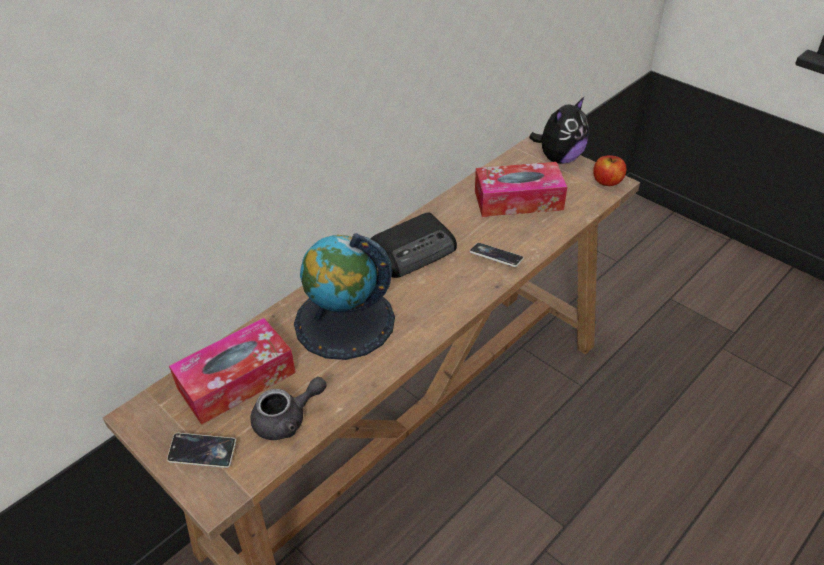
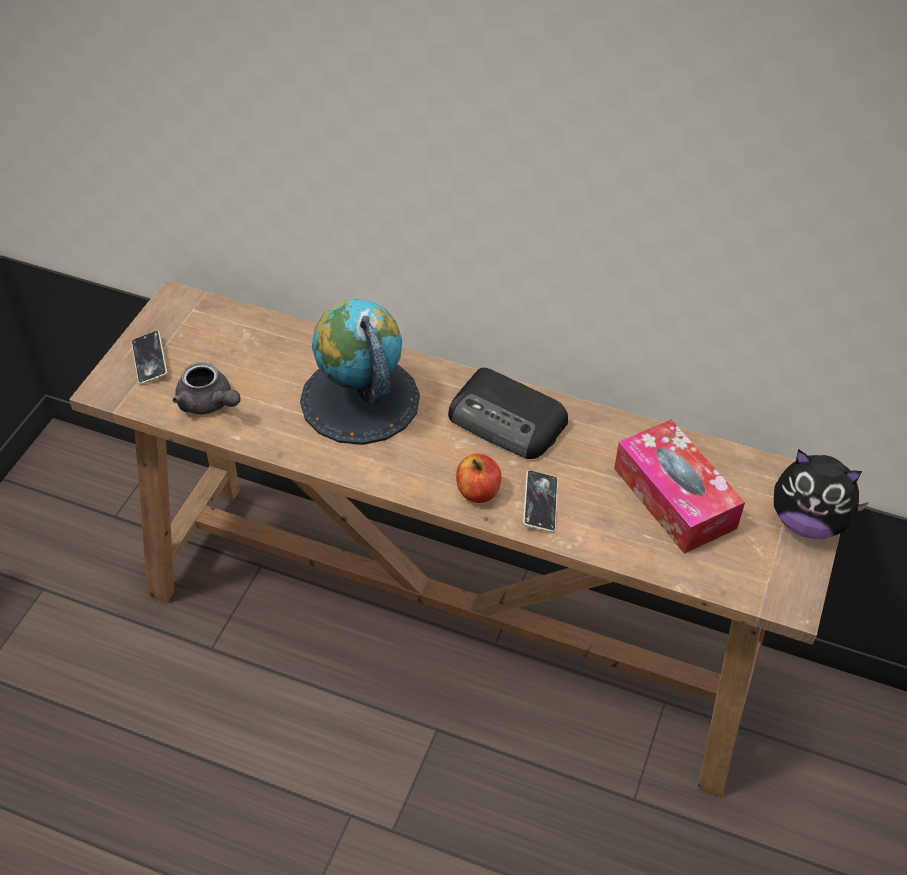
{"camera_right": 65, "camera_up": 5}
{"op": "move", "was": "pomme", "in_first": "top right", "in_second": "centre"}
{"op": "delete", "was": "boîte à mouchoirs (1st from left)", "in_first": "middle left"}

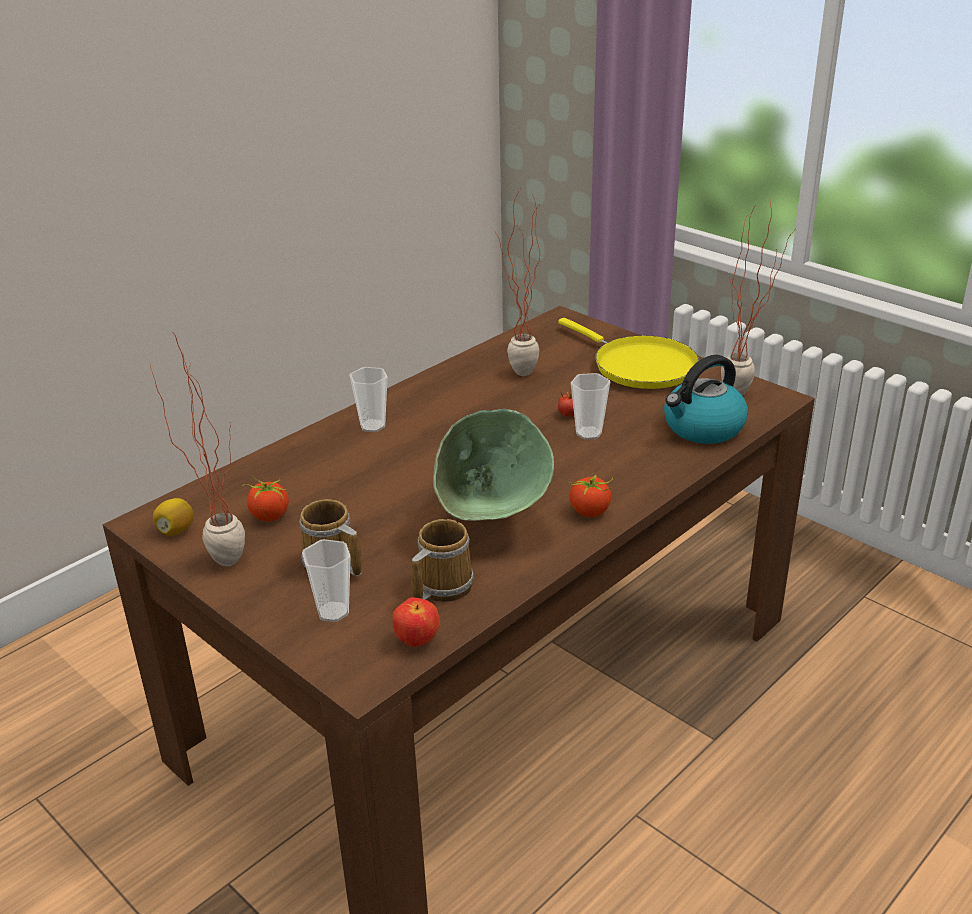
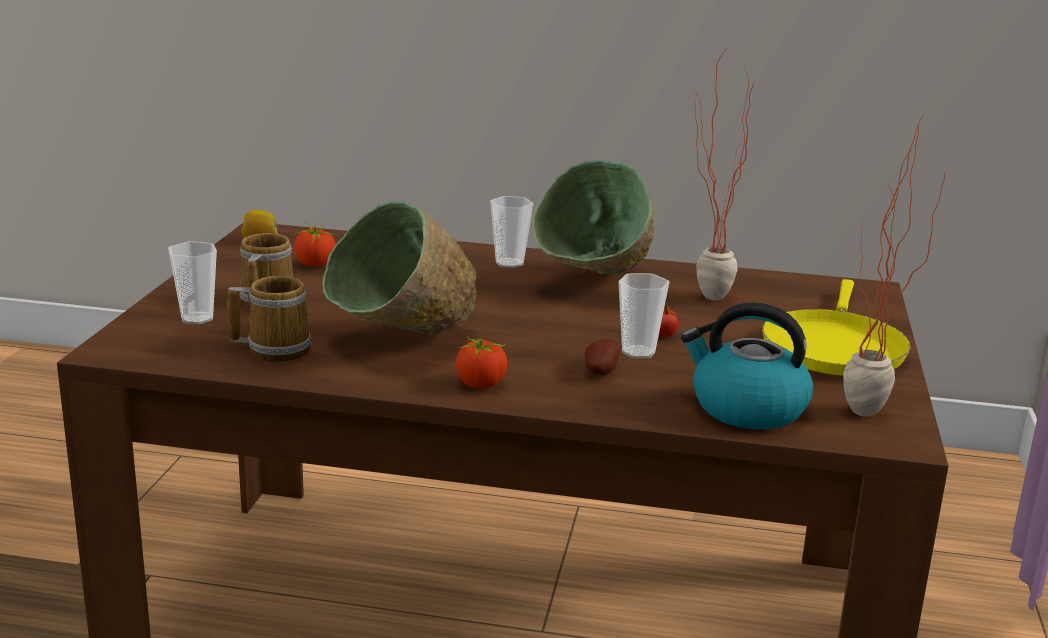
{"camera_right": 55, "camera_up": -10}
{"op": "insert", "now": "bol [vert] (2nd from left)", "in_second": "centre"}
{"op": "insert", "now": "pomme de terre", "in_second": "centre"}
{"op": "delete", "was": "plante en pot (1st from left)", "in_first": "middle left"}
{"op": "delete", "was": "pomme", "in_first": "bottom centre"}

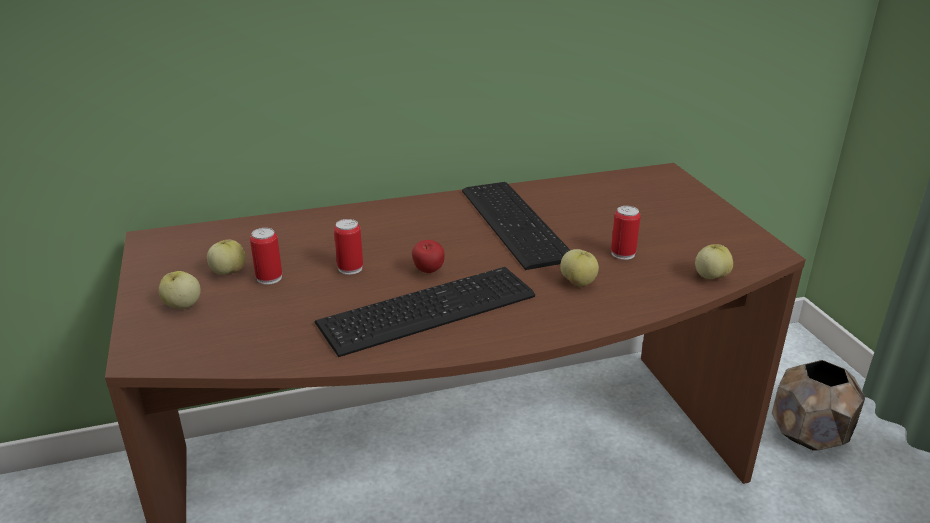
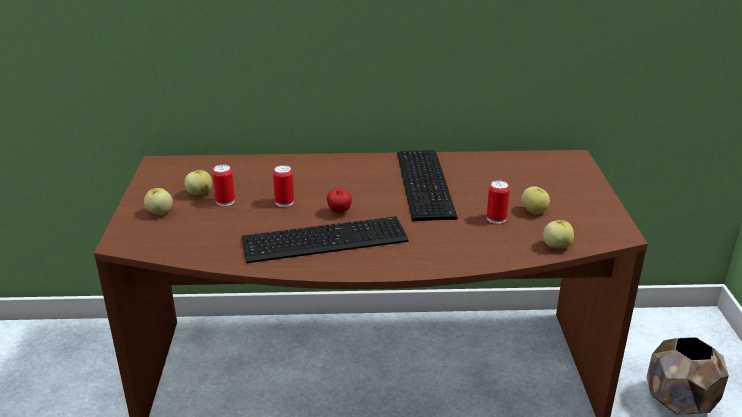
{"camera_right": 15, "camera_up": 0}
{"op": "move", "was": "pomme (4th from left)", "in_first": "centre", "in_second": "middle right"}

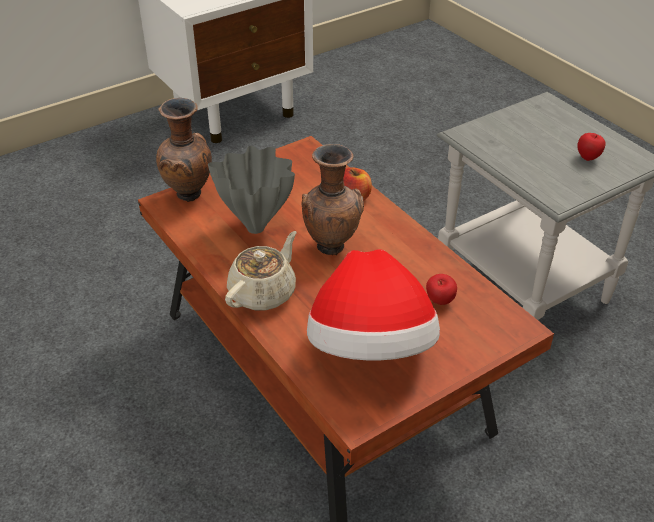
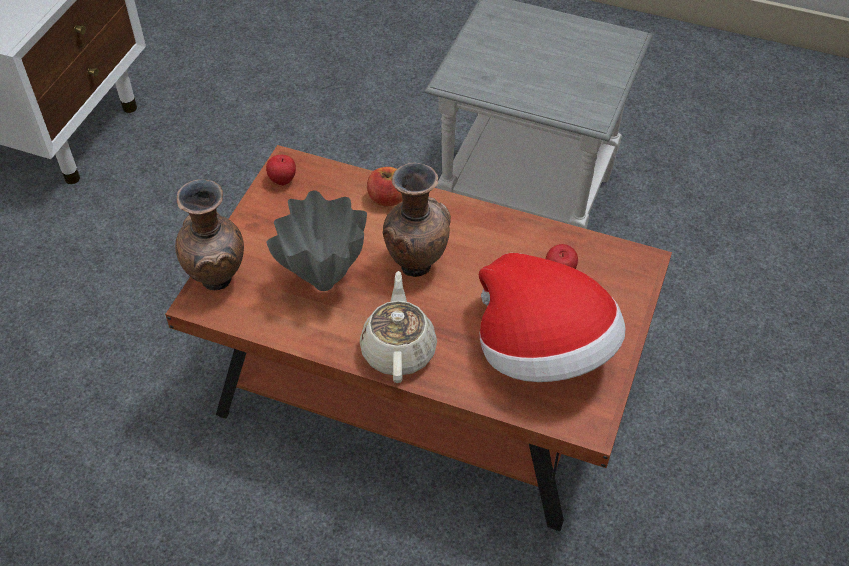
{"camera_right": -35, "camera_up": 10}
{"op": "move", "was": "pomme (3rd from left in the first image)", "now": "pomme (1st from left)", "in_first": "top right", "in_second": "top left"}

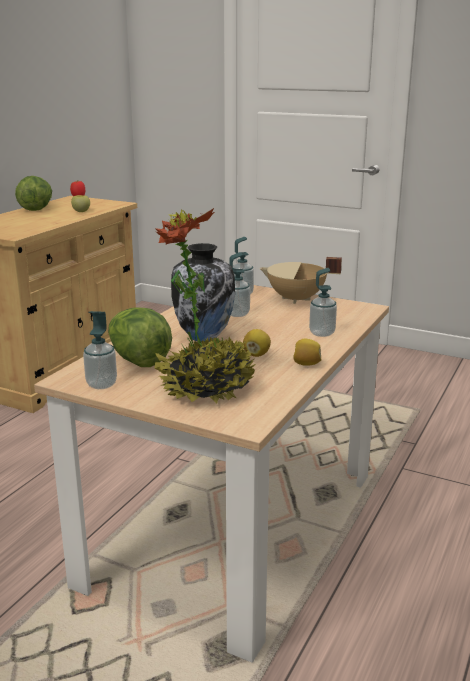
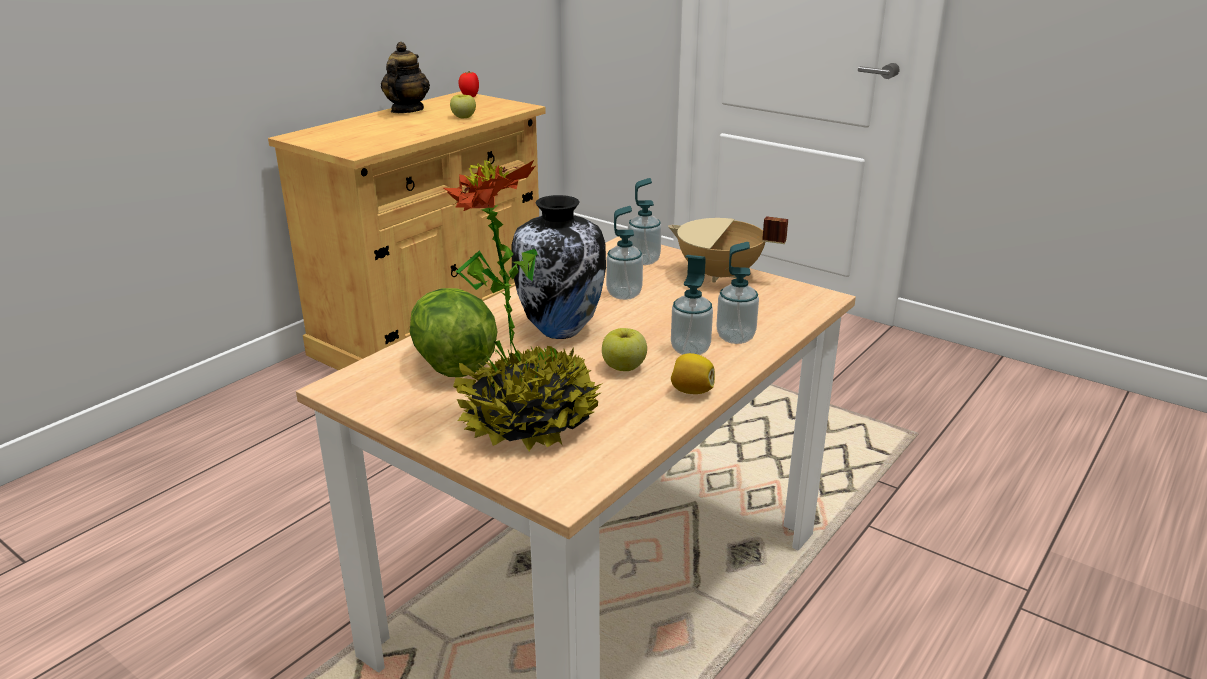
{"camera_right": 10, "camera_up": 5}
{"op": "replace", "was": "laitue (1st from left)", "now": "théière", "in_first": "top left", "in_second": "top centre"}
{"op": "replace", "was": "citron (1st from left)", "now": "pomme (2nd from left)", "in_first": "centre", "in_second": "centre"}
{"op": "move", "was": "distributeur de savon (1st from left in the first image)", "now": "distributeur de savon (3rd from left)", "in_first": "middle left", "in_second": "centre"}

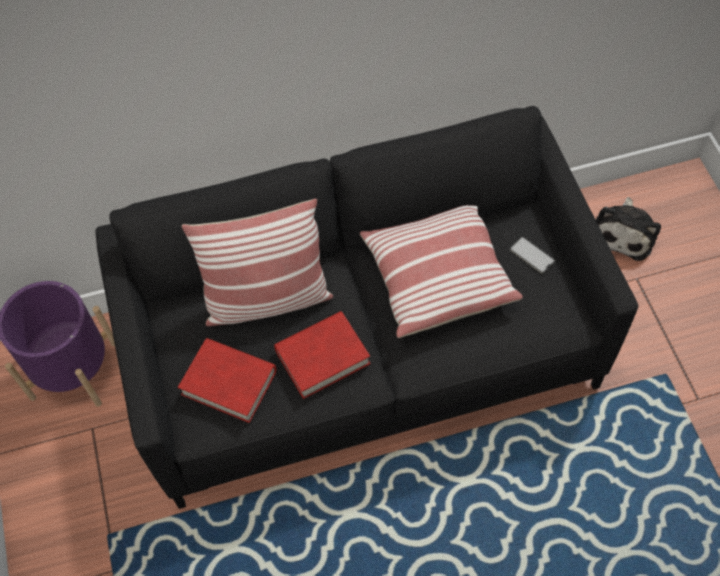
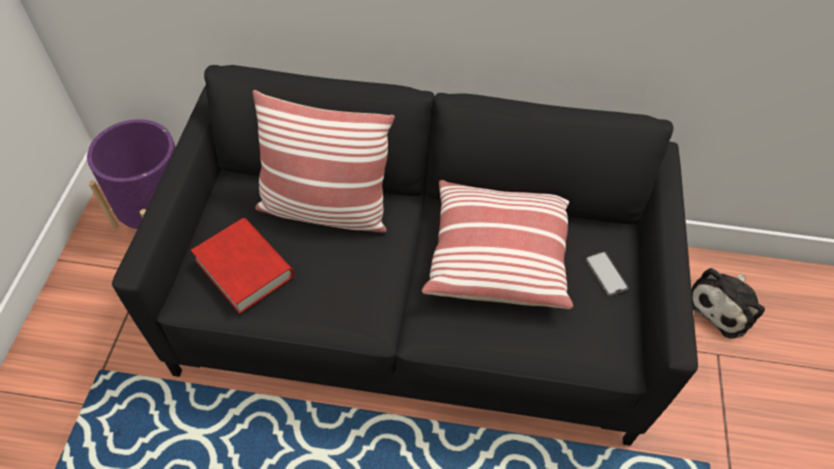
{"camera_right": 20, "camera_up": -5}
{"op": "delete", "was": "livre [rouge] (2nd from left)", "in_first": "centre"}

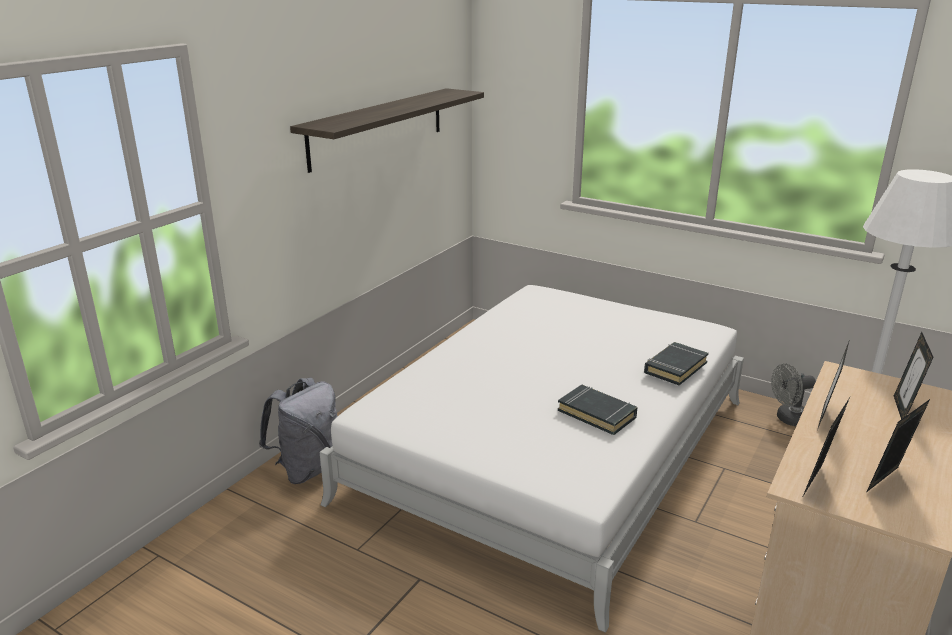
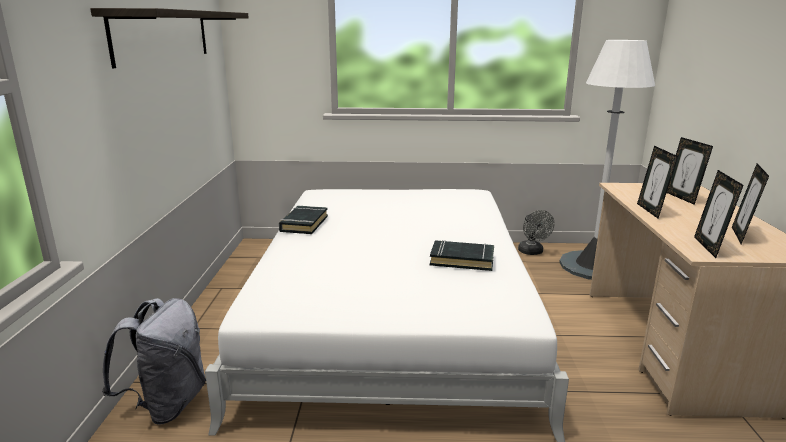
{"camera_right": -30, "camera_up": -5}
{"op": "move", "was": "livre [noir] (2nd from left in the first image)", "now": "livre [noir] (1st from left)", "in_first": "middle right", "in_second": "centre"}
{"op": "rotate", "was": "ventilateur [gris]", "in_first": "middle right", "in_second": "middle right", "clockwise": -60}

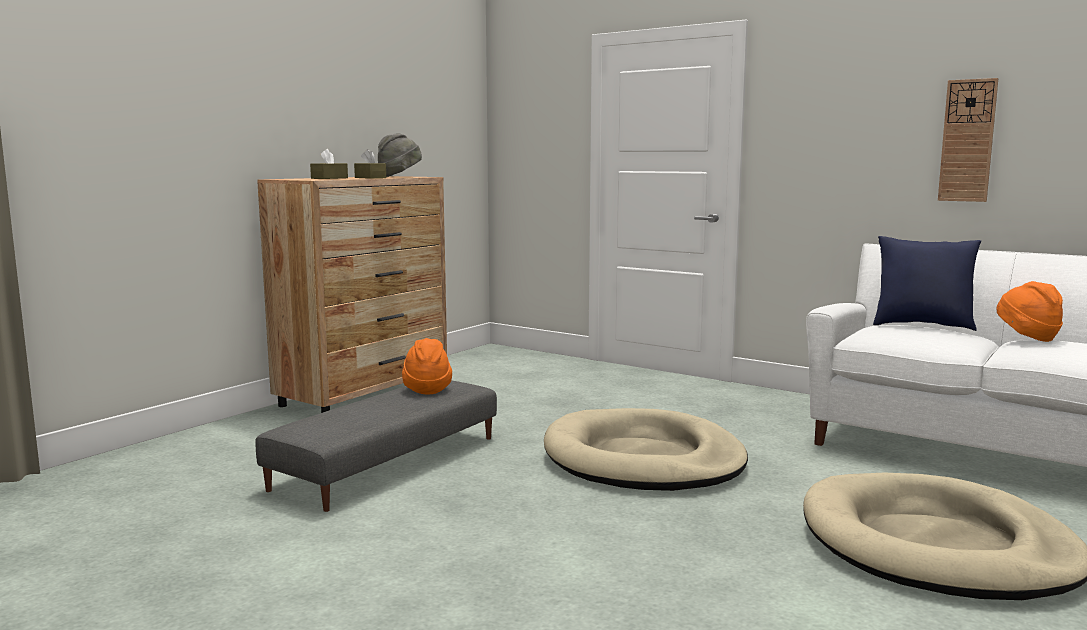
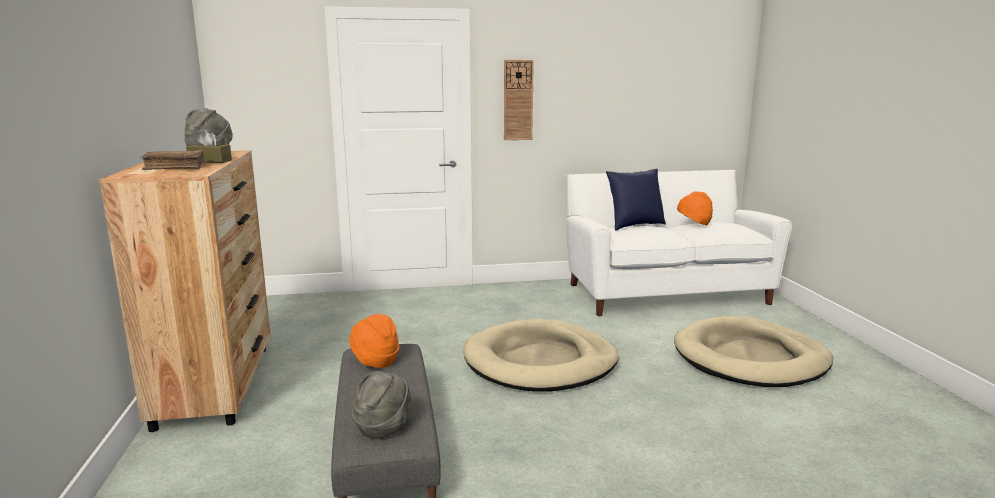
{"camera_right": -45, "camera_up": 5}
{"op": "replace", "was": "boîte à mouchoirs [marron] (1st from left)", "now": "livre [marron]", "in_first": "top left", "in_second": "top left"}
{"op": "insert", "now": "chapeau [gris] (2nd from left)", "in_second": "bottom centre"}
{"op": "move", "was": "horloge murale", "in_first": "top right", "in_second": "top centre"}

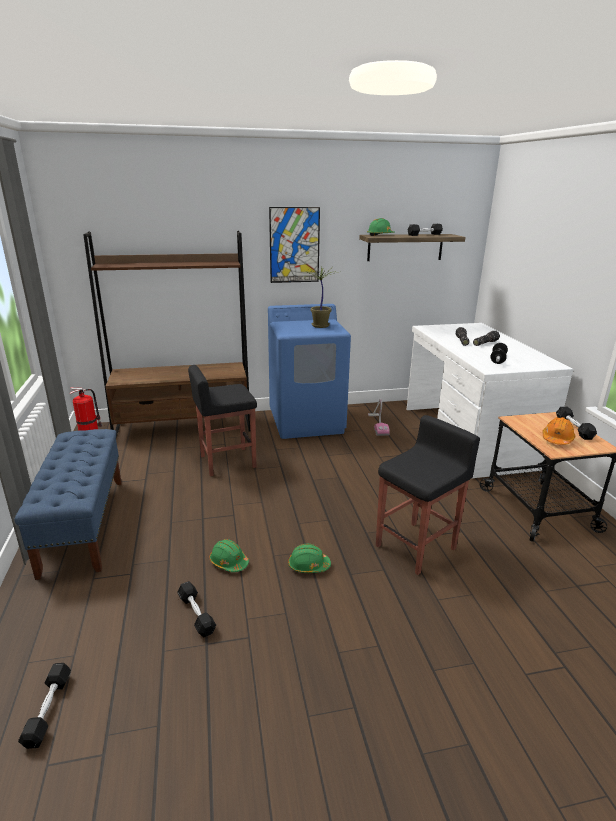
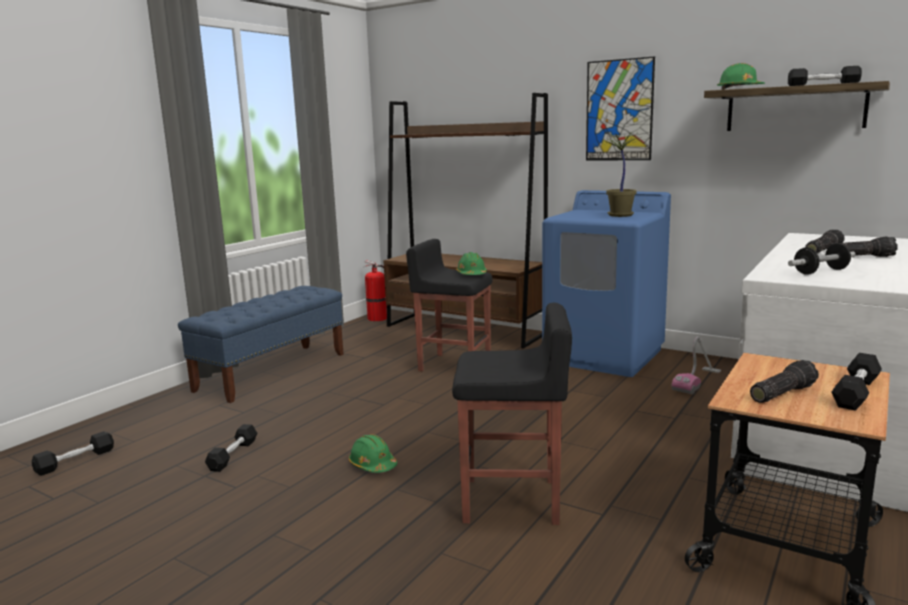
{"camera_right": 45, "camera_up": -10}
{"op": "move", "was": "casque de chantier [vert] (1st from left in the first image)", "now": "casque de chantier [vert] (2nd from left)", "in_first": "bottom centre", "in_second": "centre"}
{"op": "replace", "was": "casque de chantier [orange]", "now": "lampe de poche (1st from left)", "in_first": "middle right", "in_second": "middle right"}

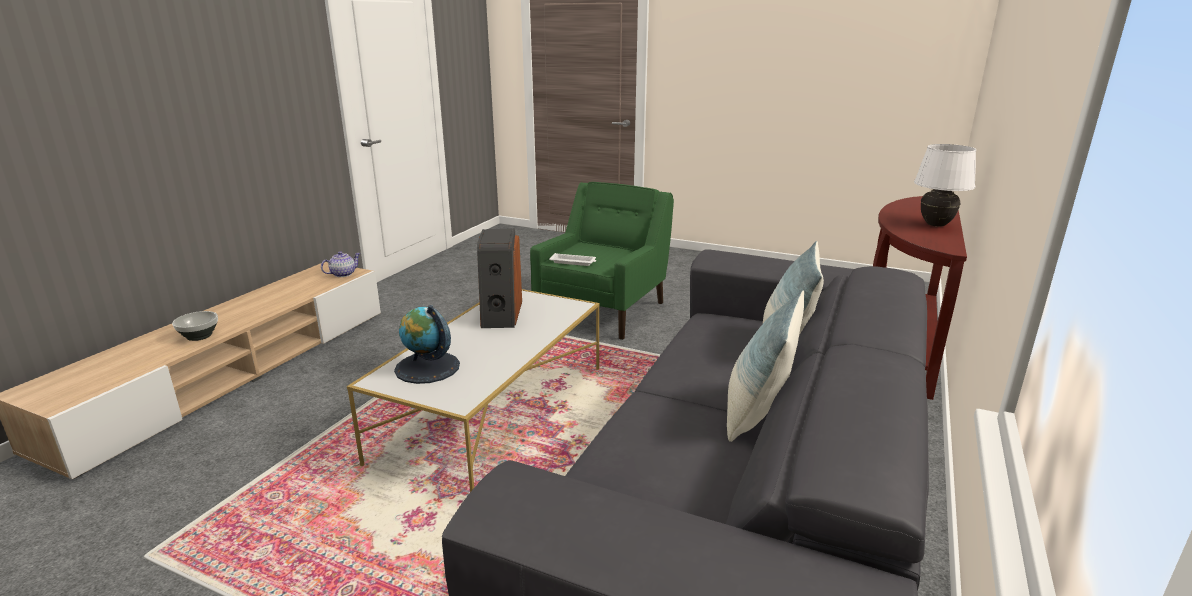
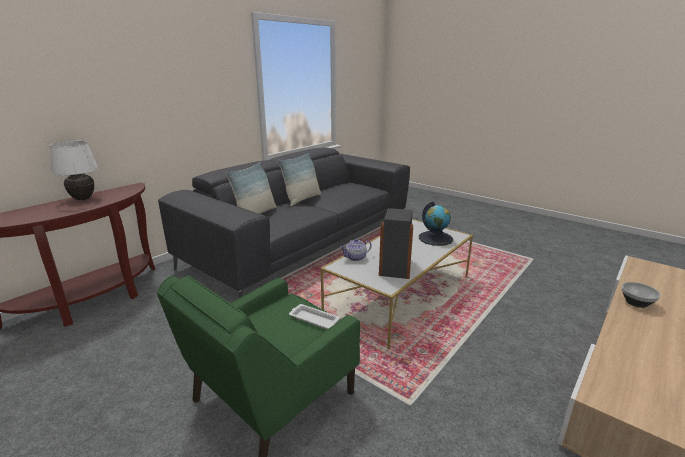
{"camera_right": -165, "camera_up": 0}
{"op": "move", "was": "théière", "in_first": "middle left", "in_second": "centre"}

